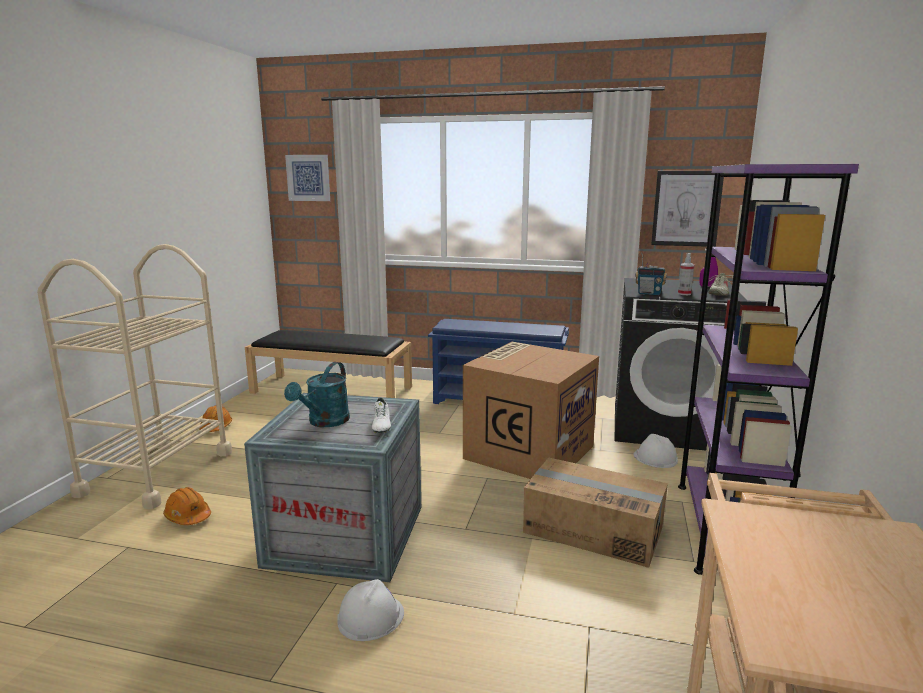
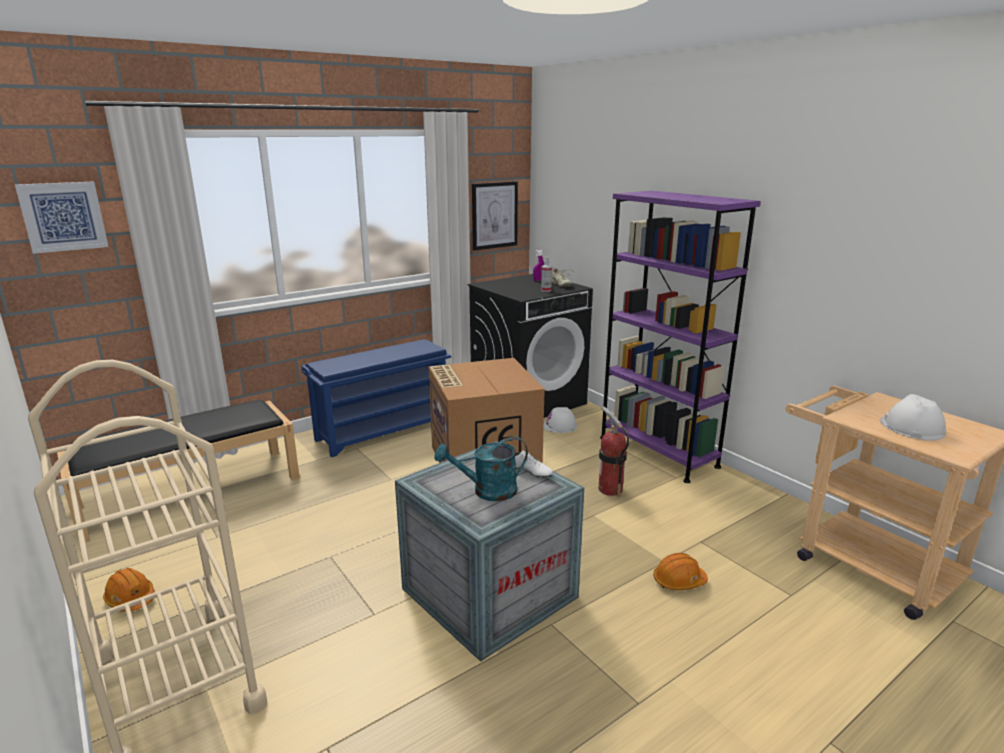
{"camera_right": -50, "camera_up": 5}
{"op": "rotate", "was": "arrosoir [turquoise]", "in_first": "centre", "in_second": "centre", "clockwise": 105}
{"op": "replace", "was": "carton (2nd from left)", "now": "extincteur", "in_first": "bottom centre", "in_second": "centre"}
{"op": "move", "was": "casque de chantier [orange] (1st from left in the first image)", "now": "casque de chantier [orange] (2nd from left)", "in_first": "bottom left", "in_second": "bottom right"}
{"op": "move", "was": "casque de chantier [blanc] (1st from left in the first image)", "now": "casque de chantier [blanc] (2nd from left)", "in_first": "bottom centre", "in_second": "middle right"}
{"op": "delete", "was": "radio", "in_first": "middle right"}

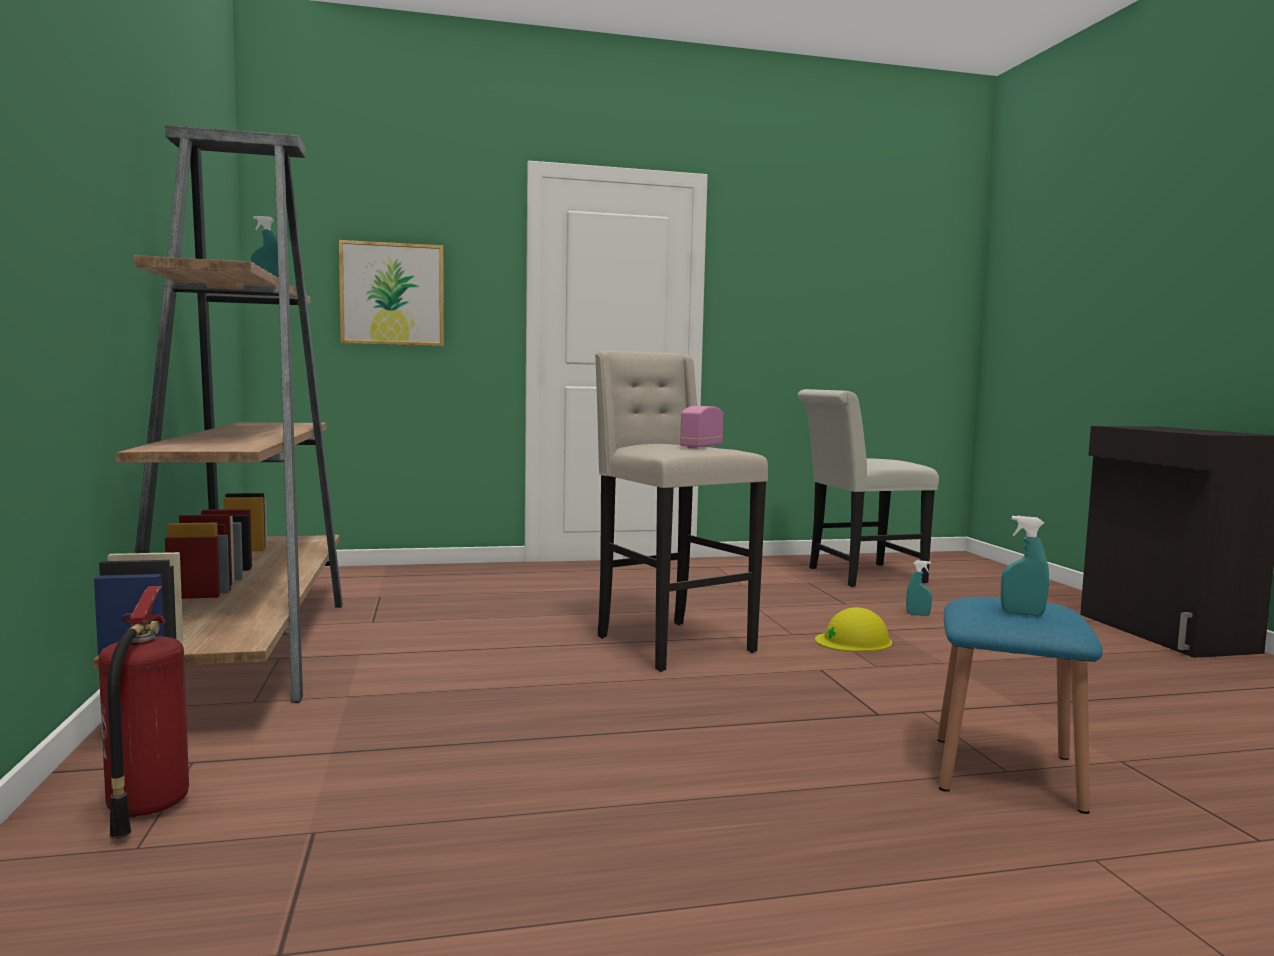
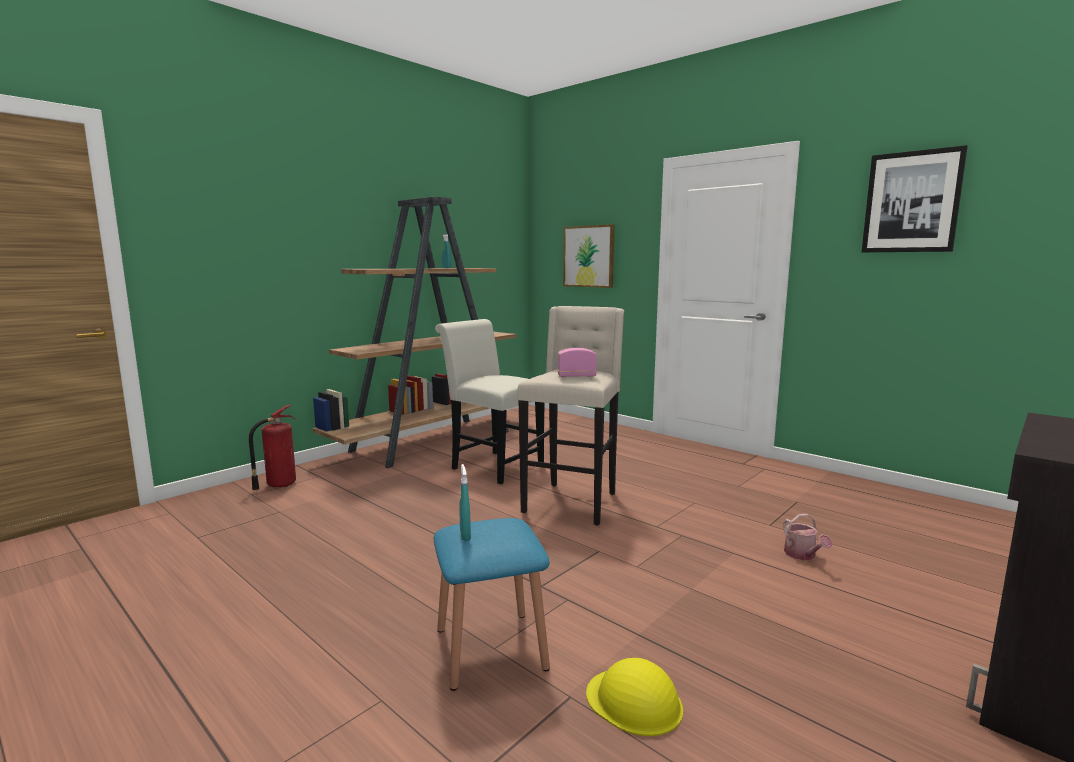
{"camera_right": 55, "camera_up": 5}
{"op": "move", "was": "chaise [blanc]", "in_first": "middle right", "in_second": "centre"}
{"op": "move", "was": "casque de chantier [jaune]", "in_first": "middle right", "in_second": "bottom centre"}
{"op": "replace", "was": "vaporisateur [turquoise] (2nd from left)", "now": "arrosoir", "in_first": "middle right", "in_second": "bottom right"}
{"op": "insert", "now": "tableau (2nd from left)", "in_second": "top right"}

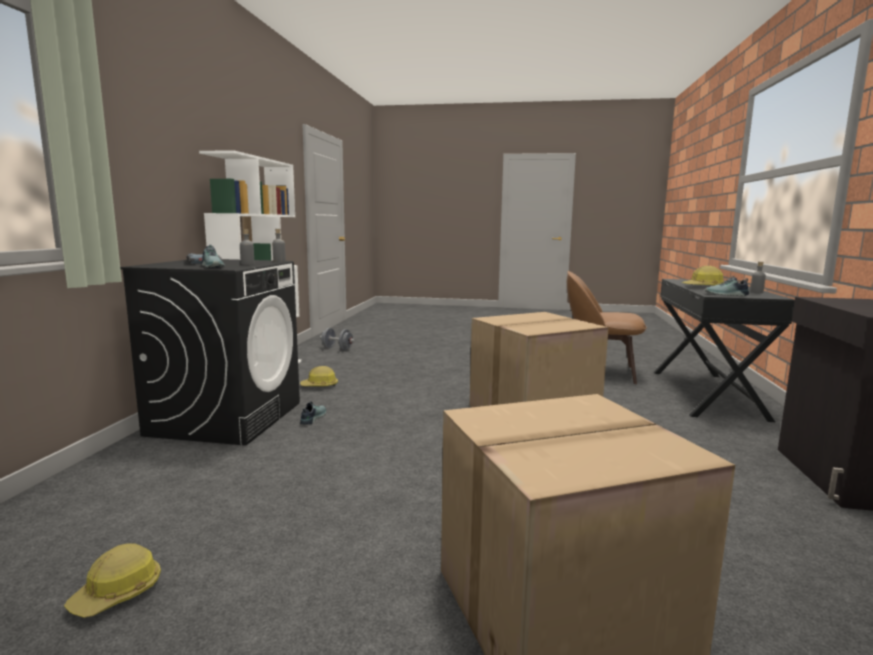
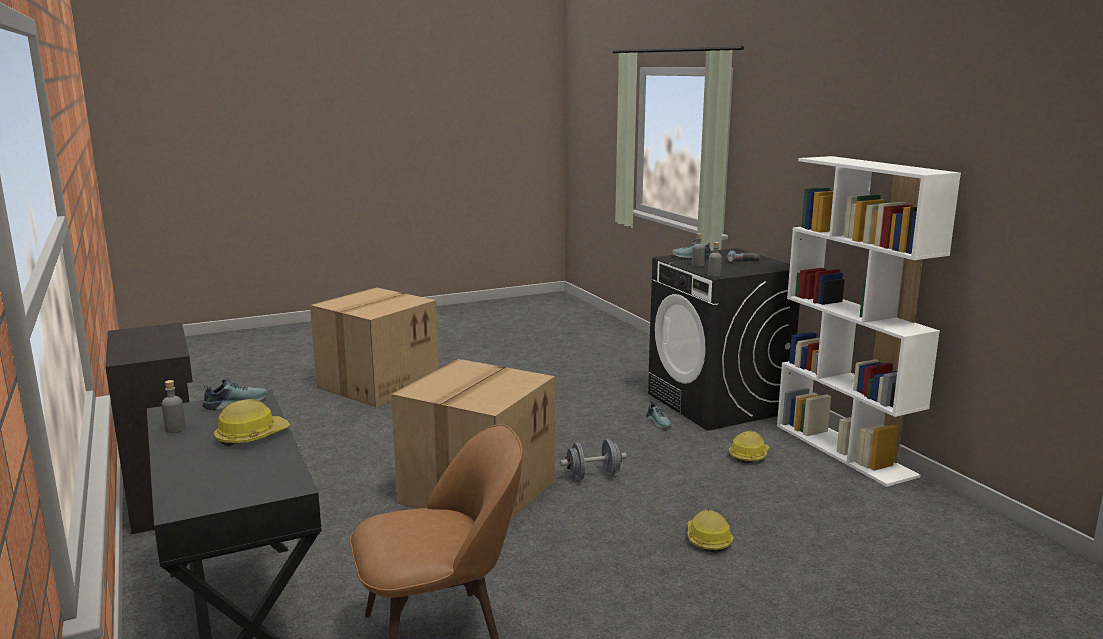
{"camera_right": 145, "camera_up": 5}
{"op": "move", "was": "haltère [gris]", "in_first": "centre", "in_second": "bottom centre"}
{"op": "move", "was": "casque de chantier (1st from left in the first image)", "now": "casque de chantier (2nd from left)", "in_first": "bottom left", "in_second": "bottom centre"}

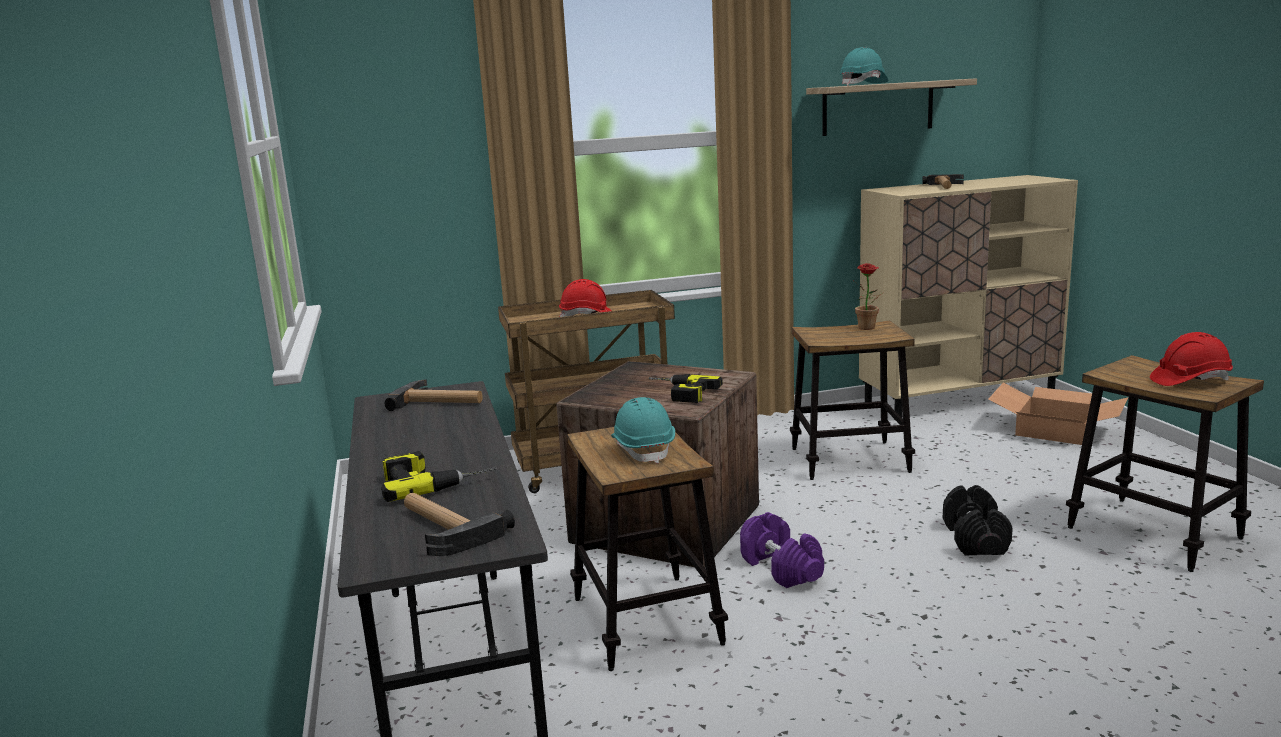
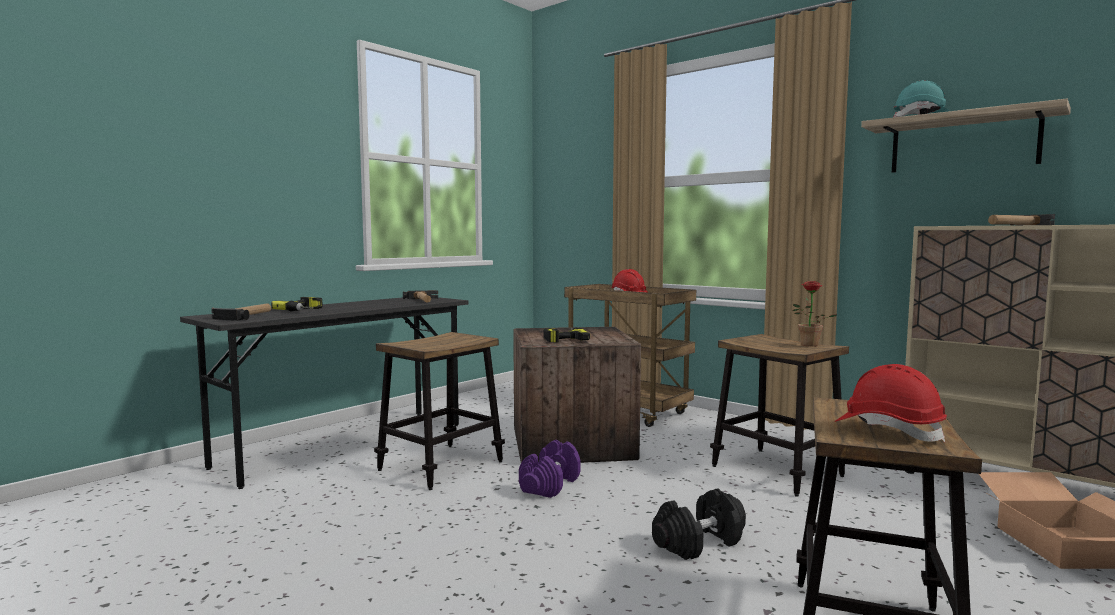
{"camera_right": 55, "camera_up": -10}
{"op": "delete", "was": "casque de chantier [turquoise] (1st from left)", "in_first": "centre"}

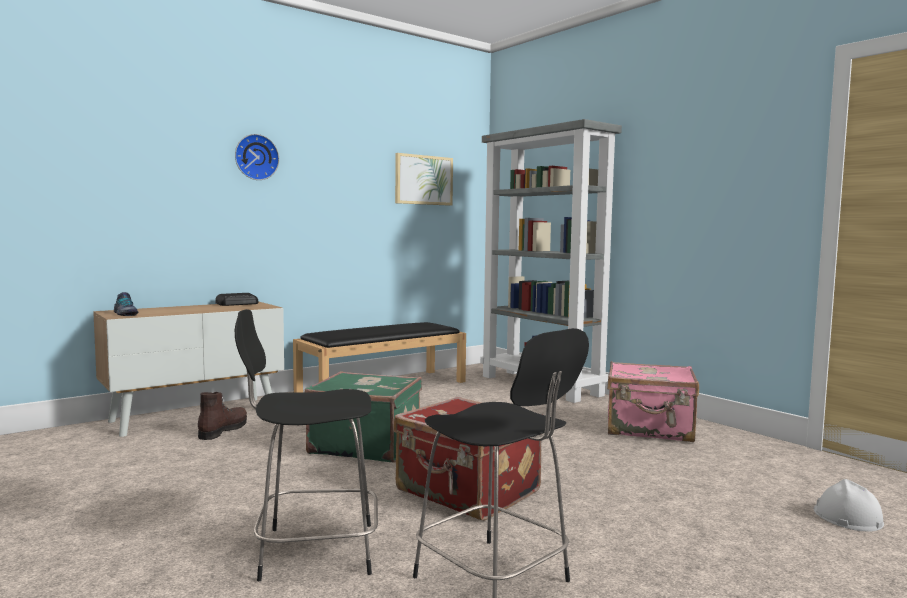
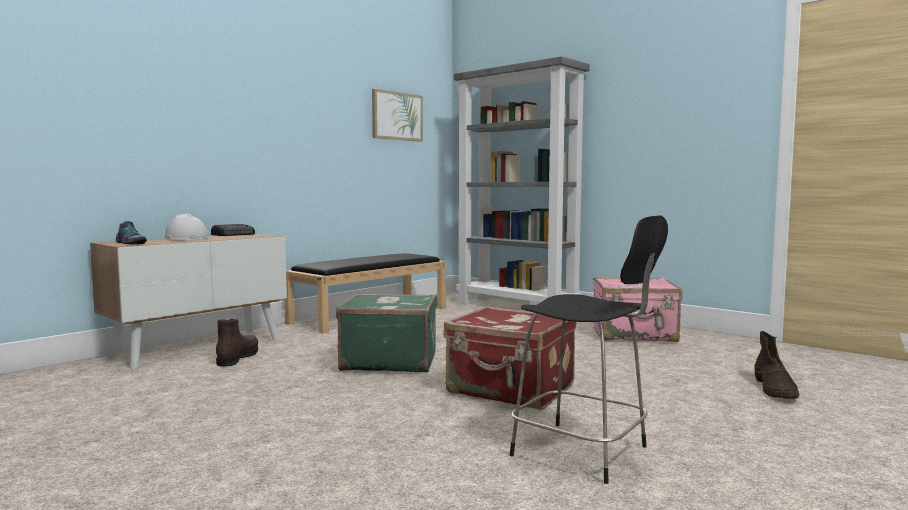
{"camera_right": -10, "camera_up": 0}
{"op": "move", "was": "casque de chantier [blanc]", "in_first": "bottom right", "in_second": "middle left"}
{"op": "insert", "now": "botte [marron] (2nd from left)", "in_second": "bottom right"}
{"op": "delete", "was": "horloge murale", "in_first": "top left"}
{"op": "delete", "was": "tabouret [noir] (1st from left)", "in_first": "bottom centre"}

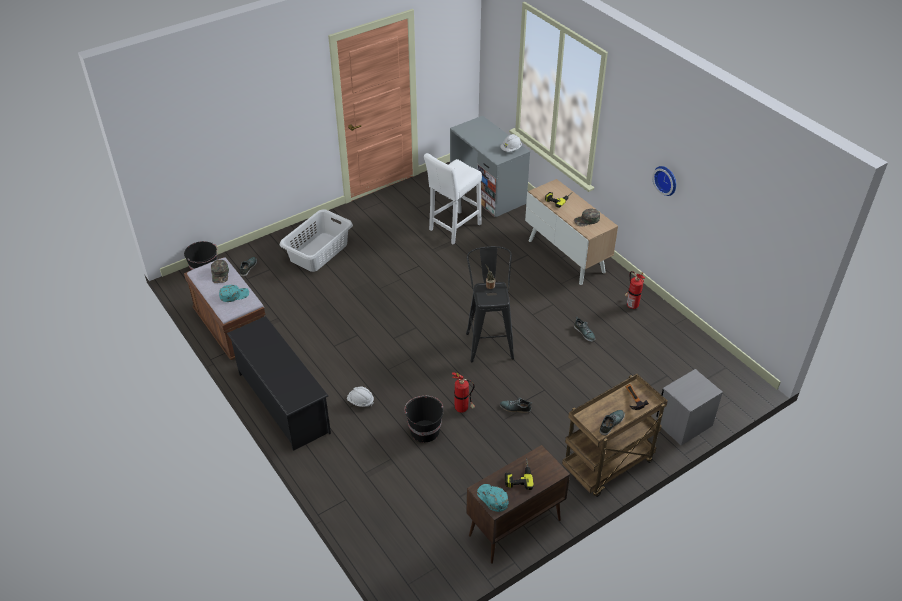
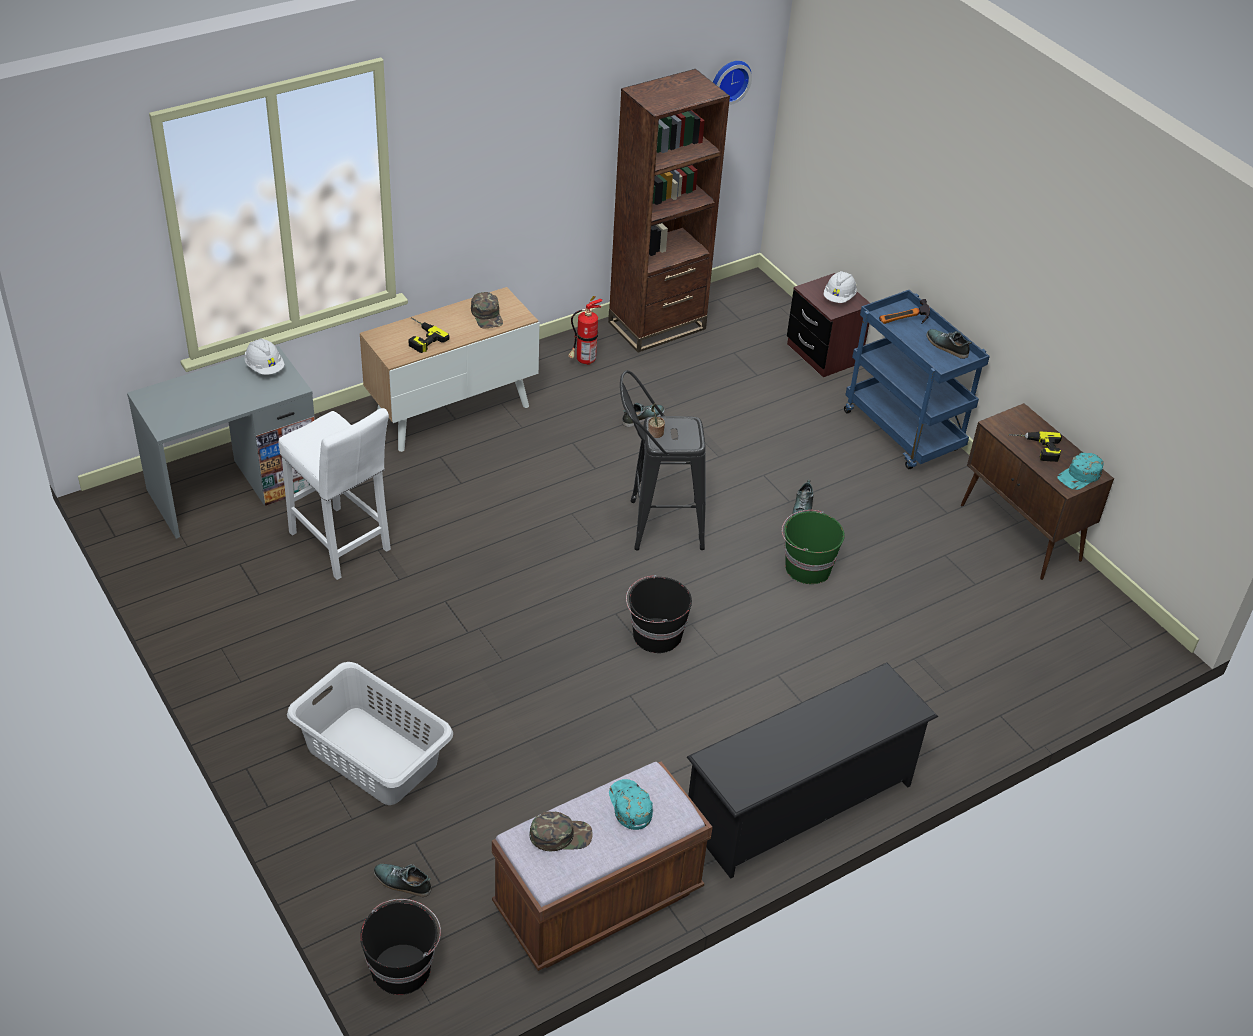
{"camera_right": -90, "camera_up": 0}
{"op": "insert", "now": "bibliothèque [marron]", "in_second": "top centre"}
{"op": "move", "was": "seau [noir] (2nd from left)", "in_first": "bottom centre", "in_second": "centre"}
{"op": "move", "was": "horloge murale", "in_first": "top right", "in_second": "top centre"}
{"op": "replace", "was": "extincteur (1st from left)", "now": "seau [vert]", "in_first": "centre", "in_second": "centre"}
{"op": "recolor", "was": "table de chevet [gris]", "now": "table de chevet [marron]", "in_first": "bottom right", "in_second": "top centre"}
{"op": "move", "was": "casque de chantier [blanc] (1st from left in the first image)", "now": "casque de chantier [blanc] (2nd from left)", "in_first": "centre", "in_second": "top right"}
{"op": "recolor", "was": "chariot [marron]", "now": "chariot [bleu]", "in_first": "bottom right", "in_second": "middle right"}

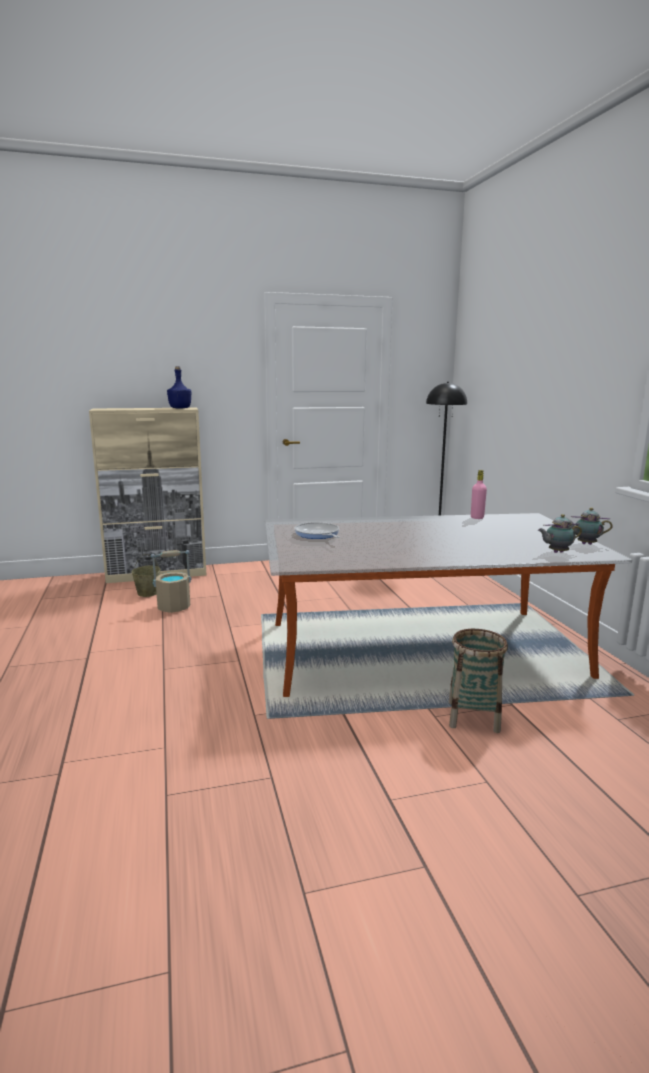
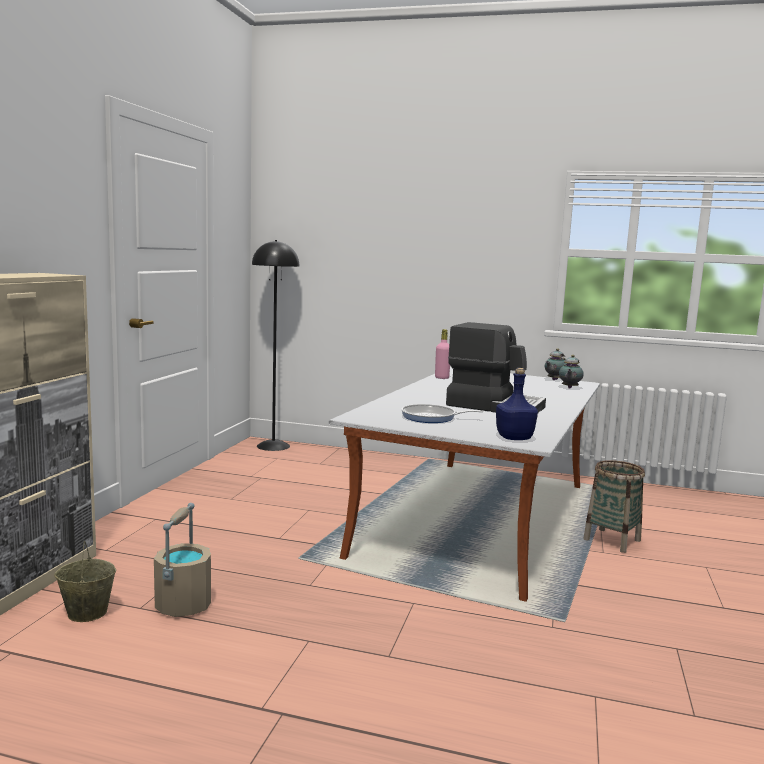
{"camera_right": -60, "camera_up": -5}
{"op": "insert", "now": "machine à café", "in_second": "centre"}
{"op": "move", "was": "bouteille [bleu]", "in_first": "middle left", "in_second": "middle right"}

